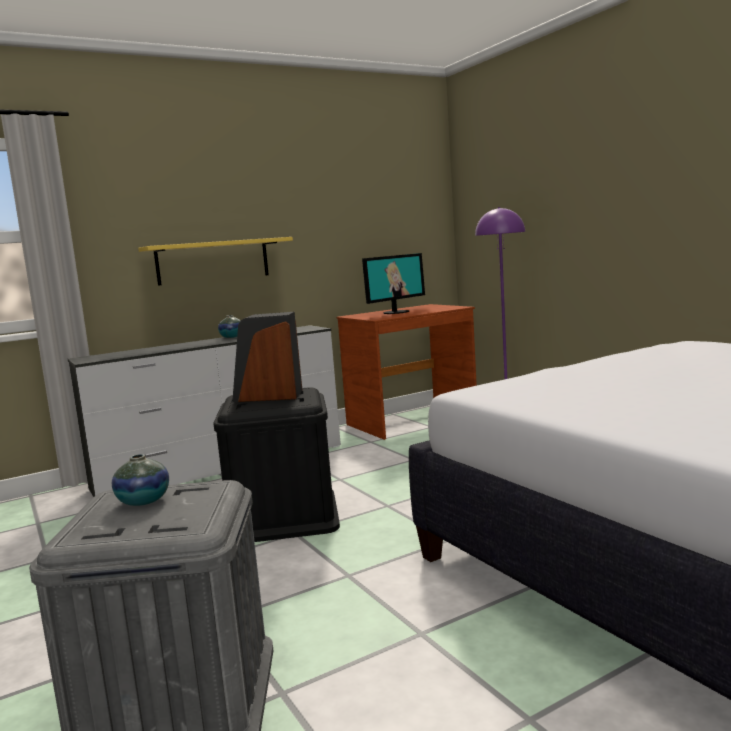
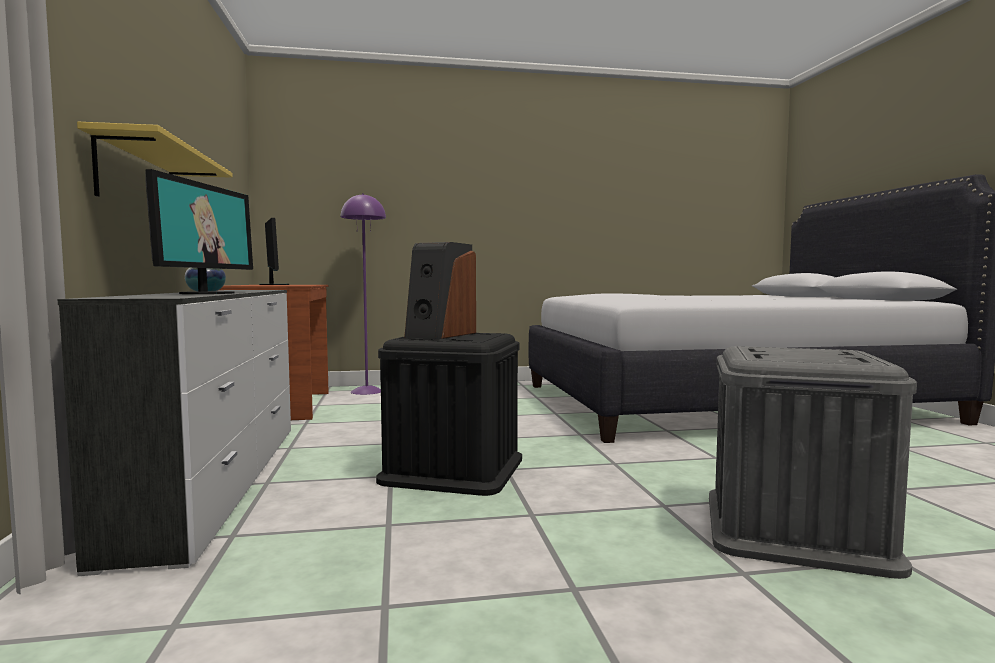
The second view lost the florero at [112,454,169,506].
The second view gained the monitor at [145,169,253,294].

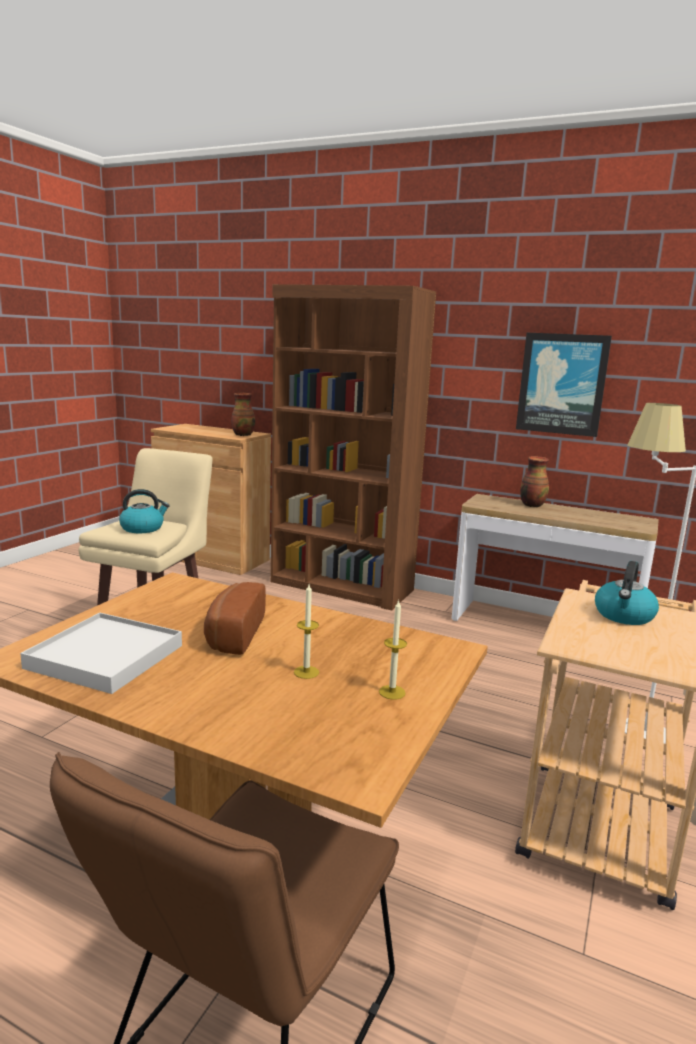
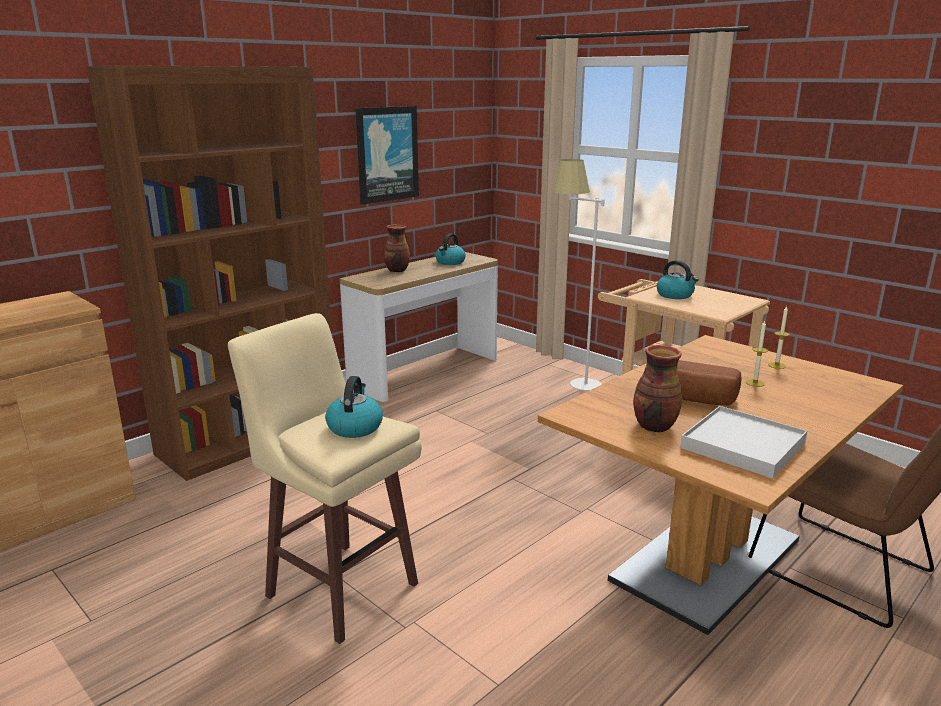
The florero ended up elsewhere, having gone from [231,393,255,436] to [633,345,682,432].
The second view gained the hervidor at [435,233,466,265].

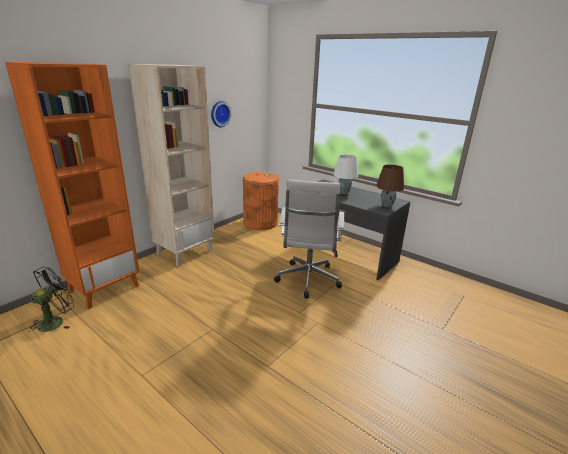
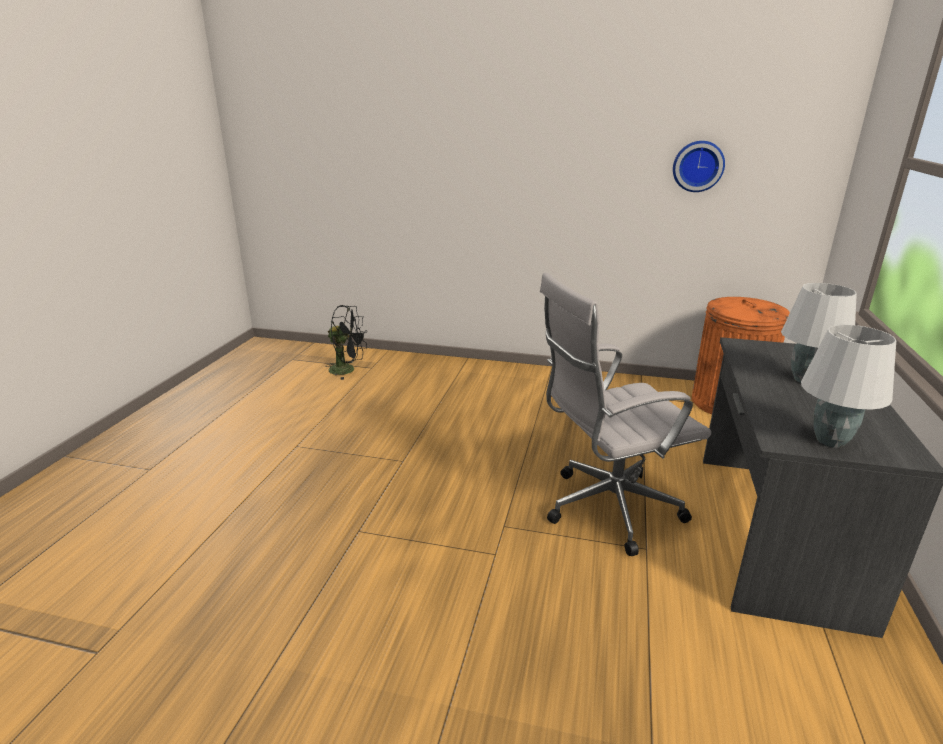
The second view lost the estantería/naranja at [5,62,139,309].
The second view lost the estantería/beis at [128,64,215,266].
What was the lámpara de mesa/marrón at [376,165,404,207] turned into the lámpara de mesa/blanco at [801,325,896,448].

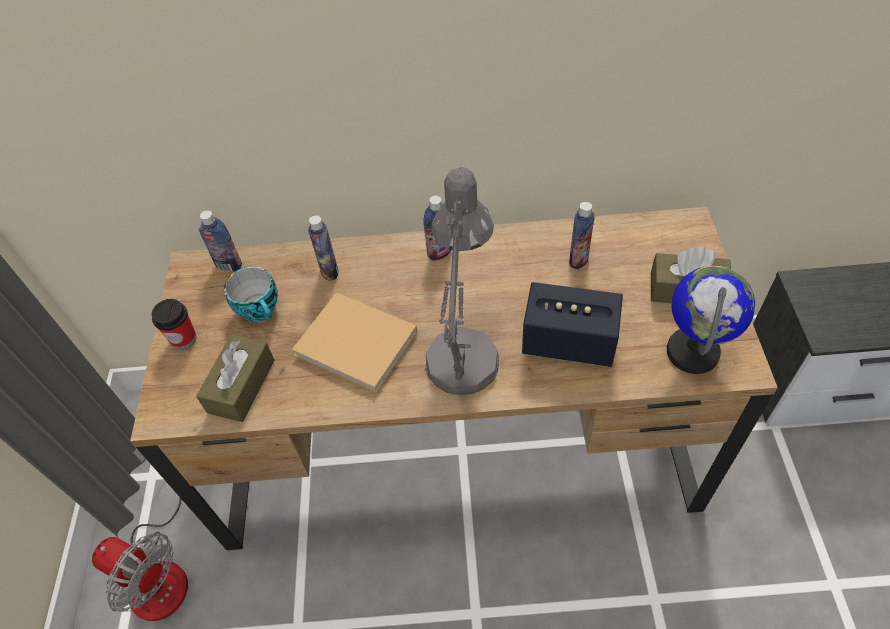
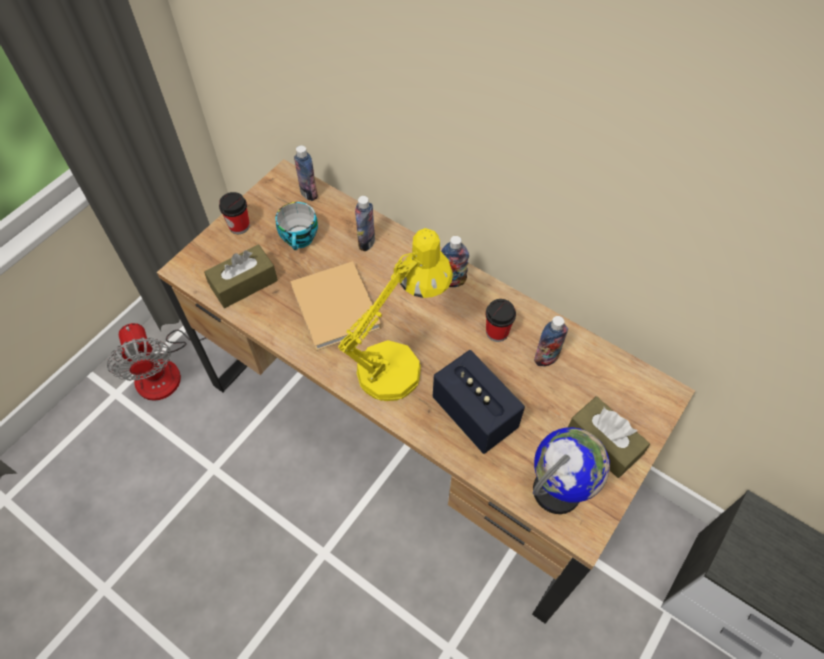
What was the lámpara de mesa/gris at [425,167,499,395] turned into the lámpara de mesa/amarillo at [338,228,453,401].
The second view gained the taza at [485,299,516,342].

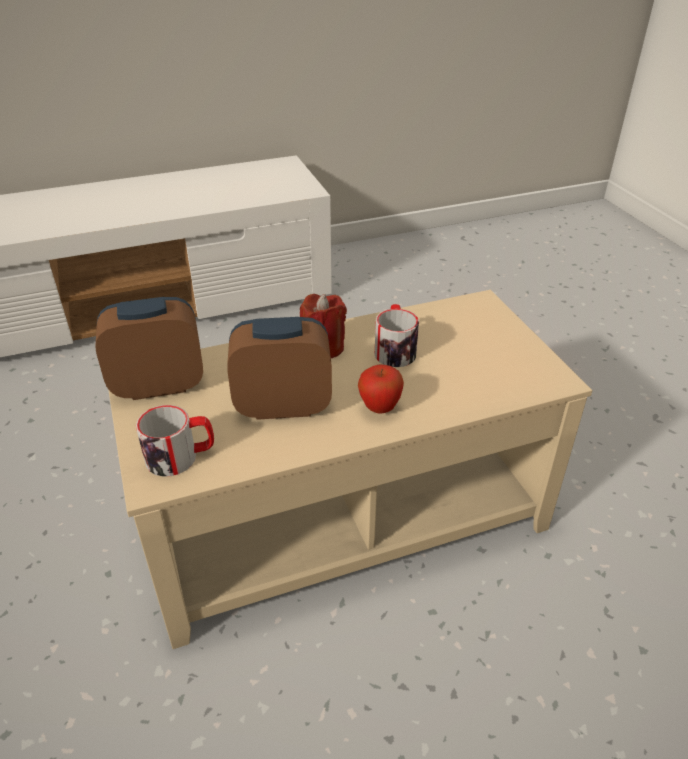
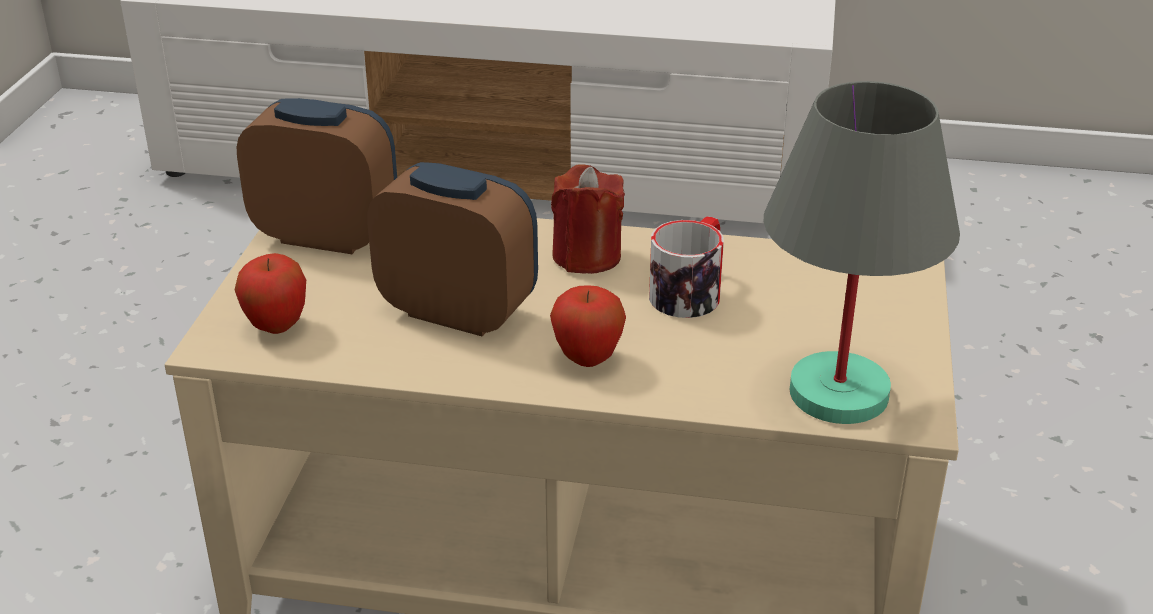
Where the taza grande stood at [136,405,214,477], the manzana came to stand at [235,253,306,334].
The second view gained the lámpara de mesa/gris at [764,81,960,424].

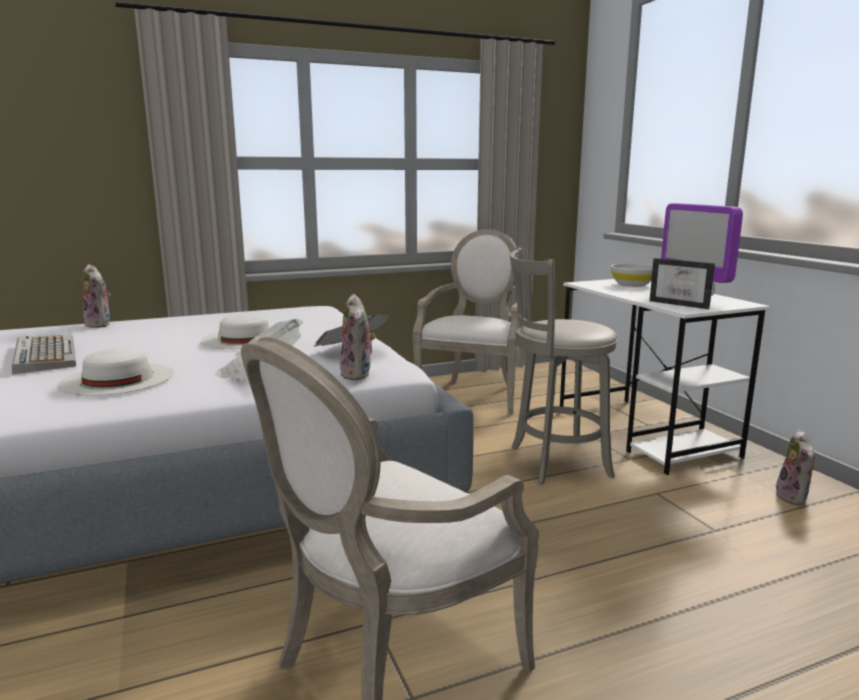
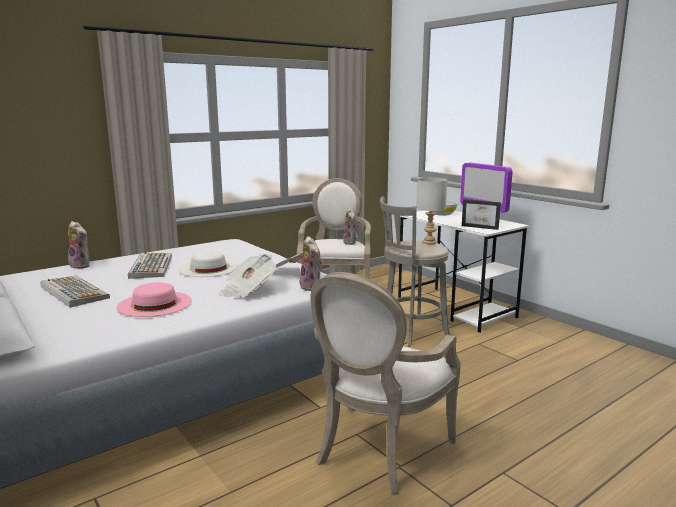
What was the sombrero/blanco at [58,348,174,396] turned into the sombrero/rosa at [117,282,192,317].
The peluche ended up elsewhere, having gone from [776,429,816,505] to [343,208,359,245].
The second view gained the teclado at [128,253,172,279].
The second view gained the lámpara de mesa/gris at [416,178,447,244].

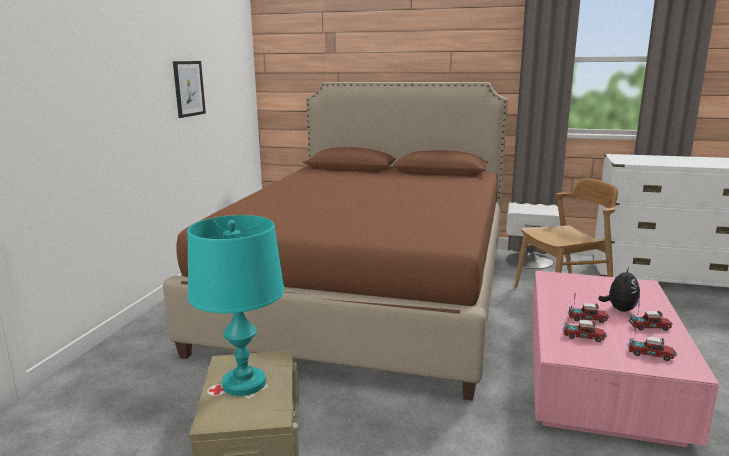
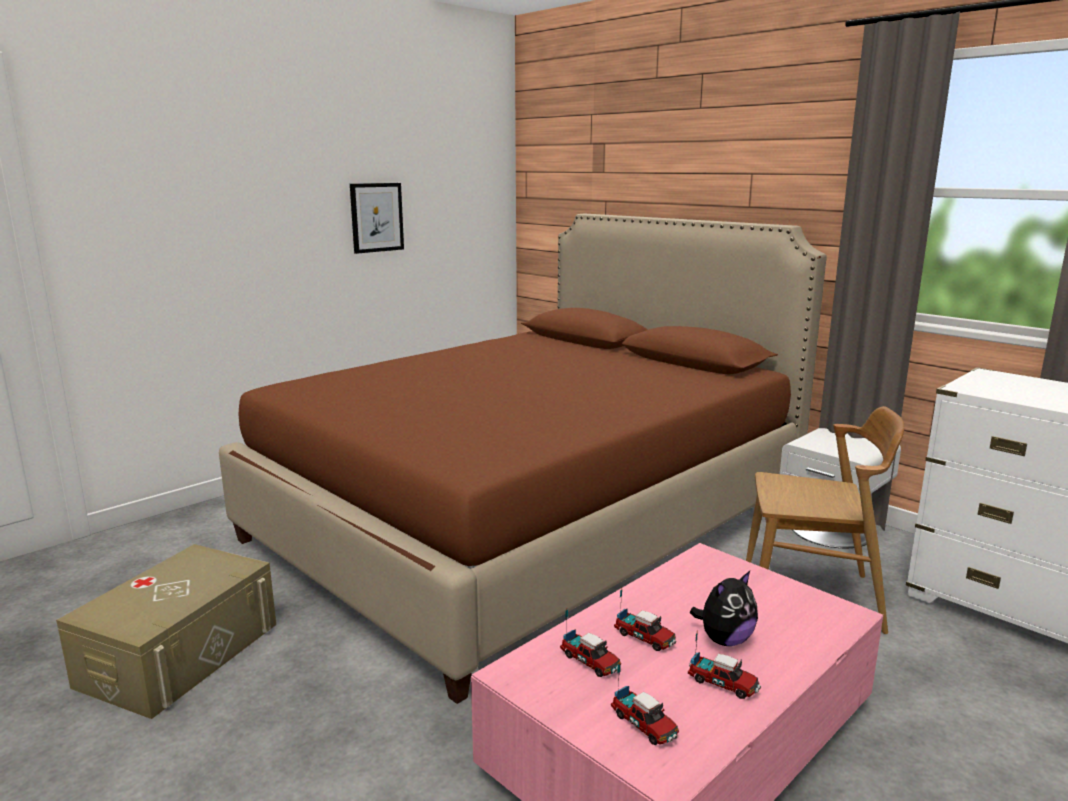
The second view lost the lámpara de mesa/turquesa at [187,215,284,396].

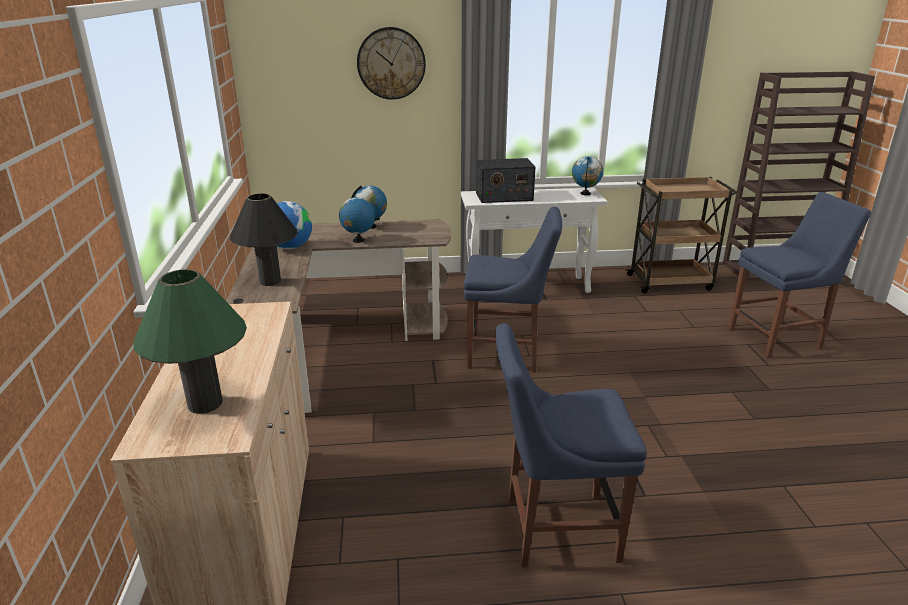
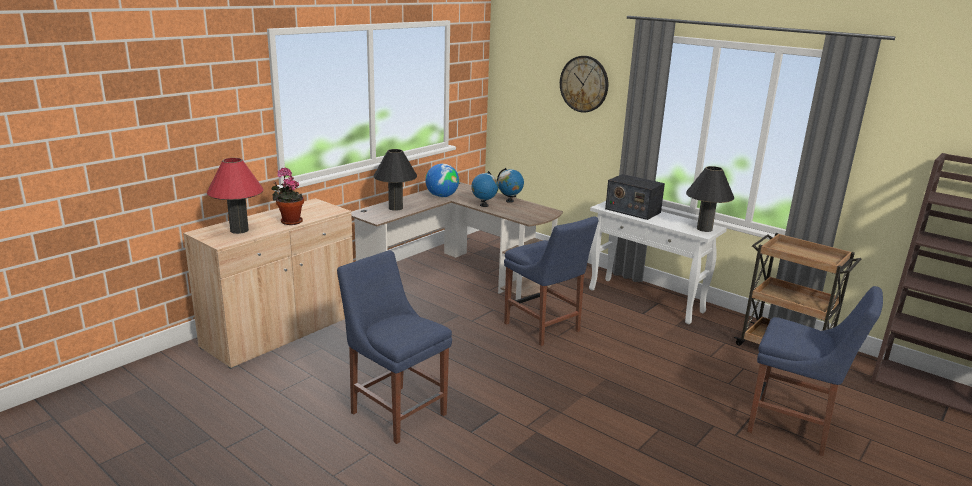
What was the lámpara de mesa/verde at [133,269,247,414] turned into the lámpara de mesa/rojo at [207,158,263,234].
Where the globo terráqueo stood at [572,156,603,195], the lámpara de mesa/negro came to stand at [686,166,734,232].
The second view gained the planta en maceta at [271,167,304,225].

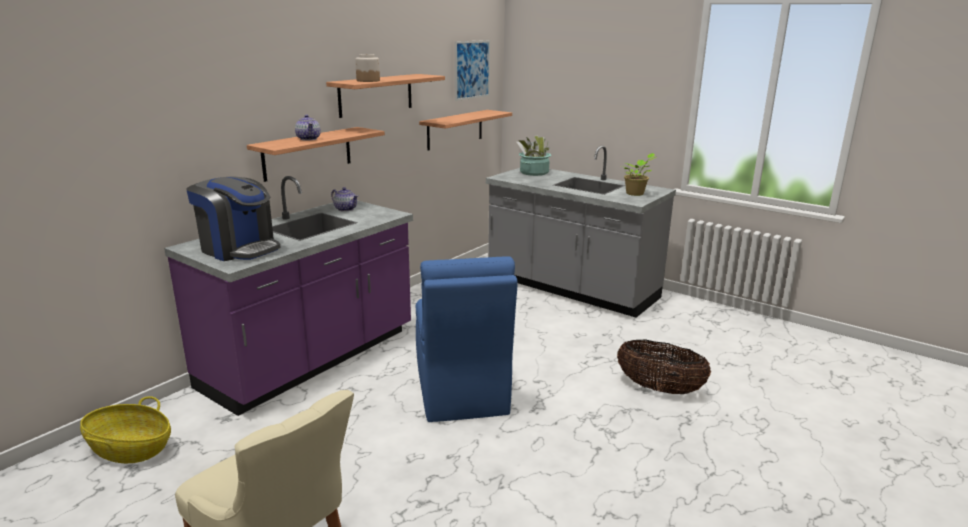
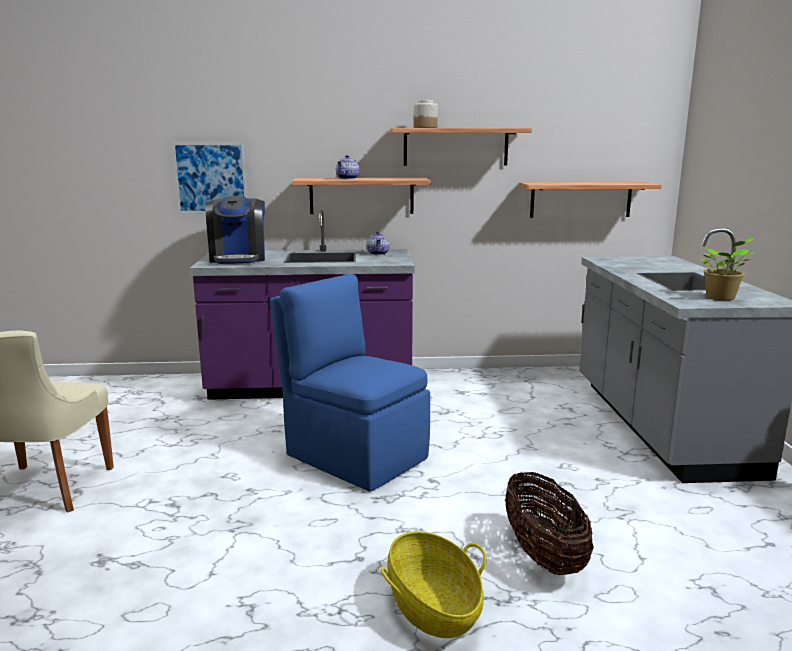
The cesta ended up elsewhere, having gone from [80,396,171,463] to [381,531,487,638].
The silla/azul at [416,256,518,422] ended up facing another way, 90 degrees clockwise from before.
The cuadro ended up elsewhere, having gone from [455,40,490,101] to [172,143,247,214].
The second view lost the planta en maceta at [516,135,551,176].

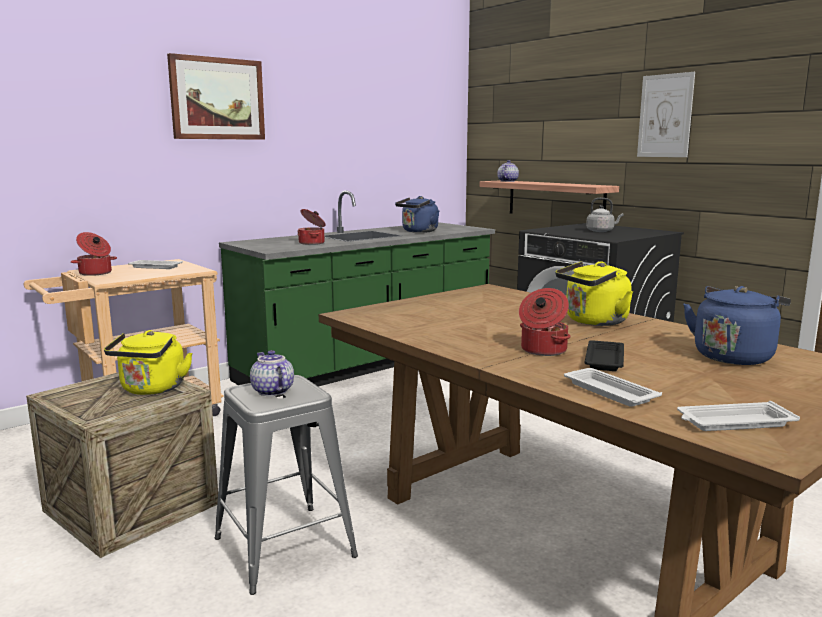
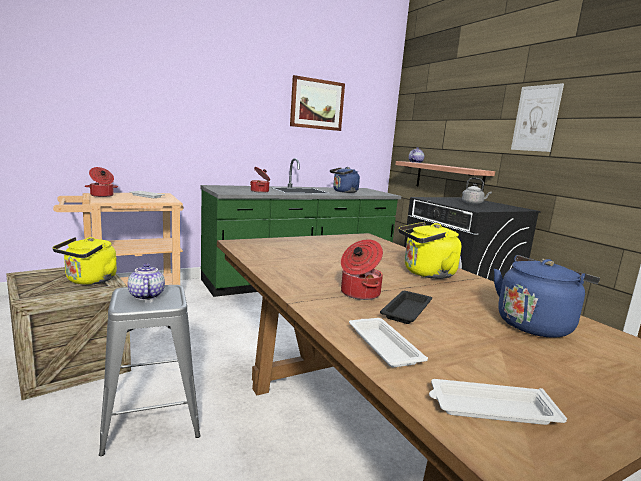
The cuadro ended up elsewhere, having gone from [167,53,265,140] to [290,75,345,131].

